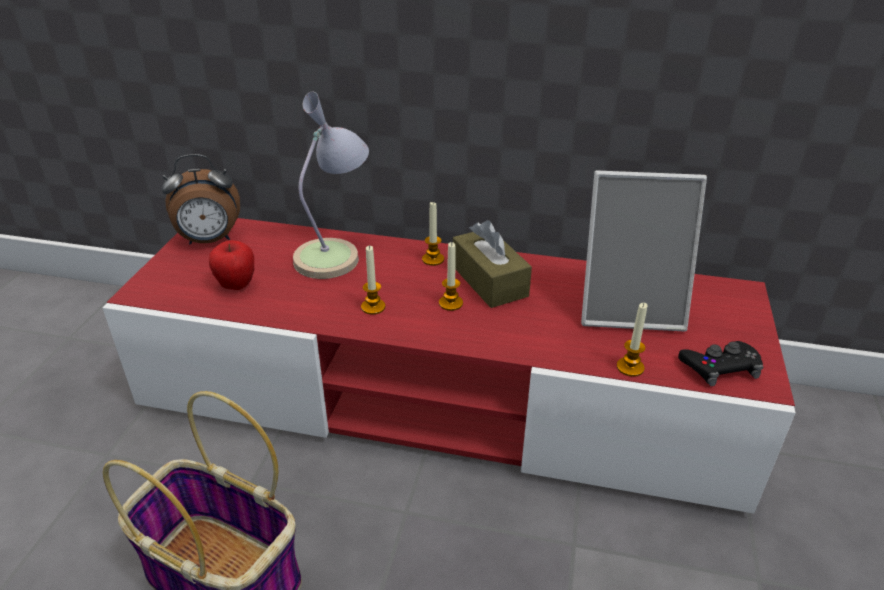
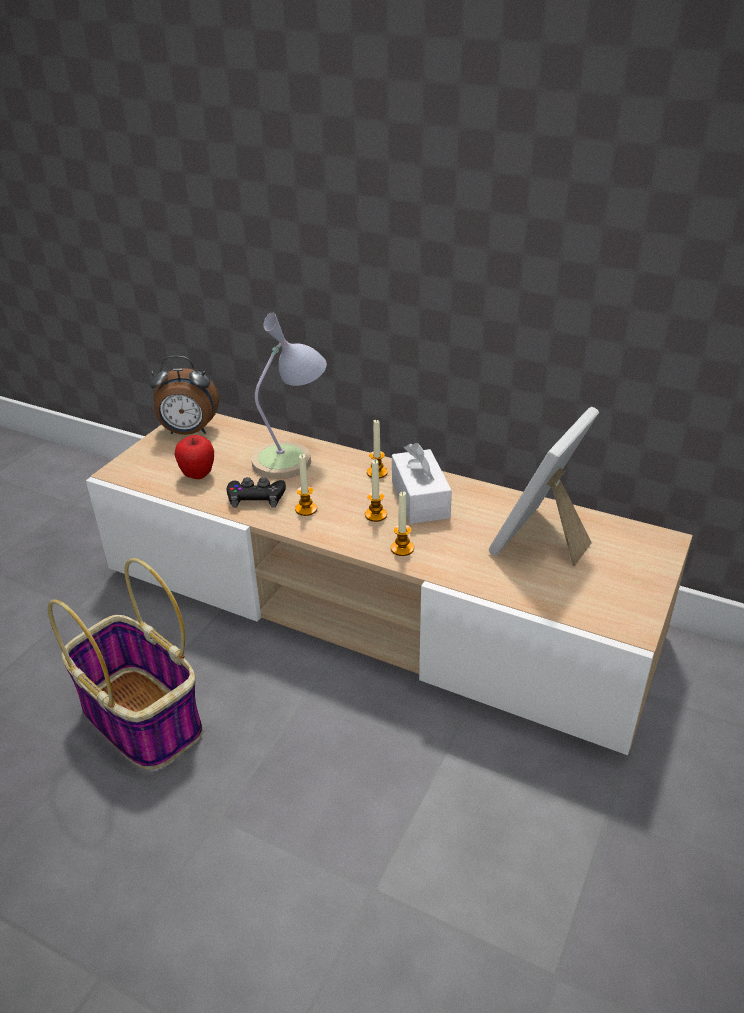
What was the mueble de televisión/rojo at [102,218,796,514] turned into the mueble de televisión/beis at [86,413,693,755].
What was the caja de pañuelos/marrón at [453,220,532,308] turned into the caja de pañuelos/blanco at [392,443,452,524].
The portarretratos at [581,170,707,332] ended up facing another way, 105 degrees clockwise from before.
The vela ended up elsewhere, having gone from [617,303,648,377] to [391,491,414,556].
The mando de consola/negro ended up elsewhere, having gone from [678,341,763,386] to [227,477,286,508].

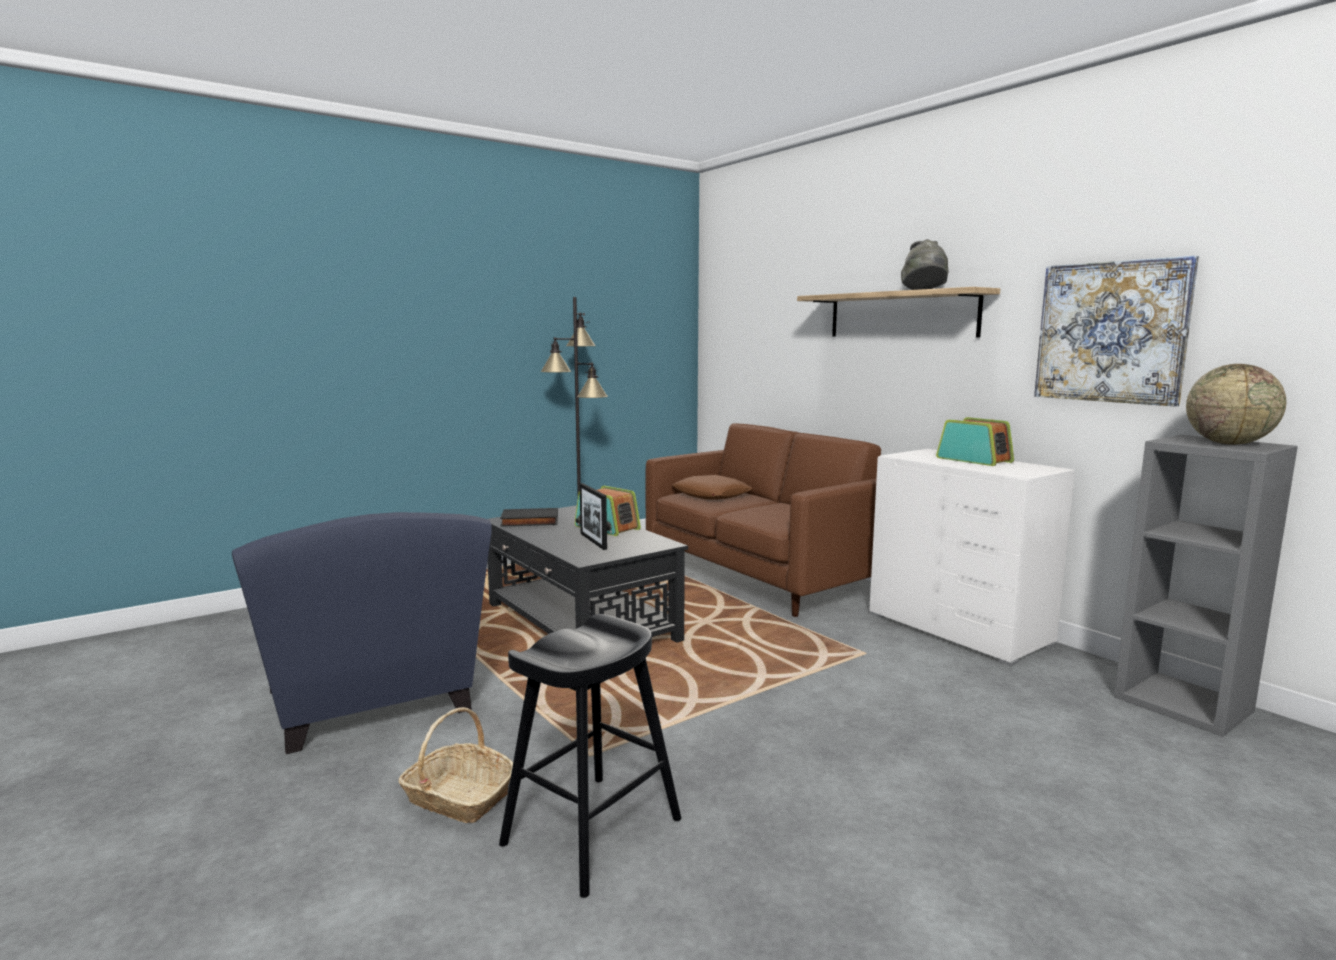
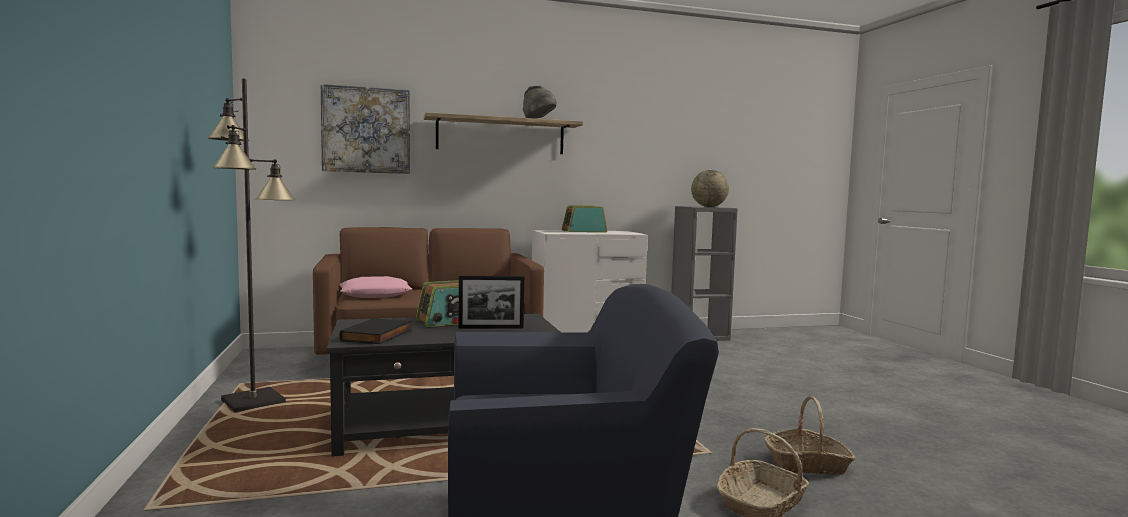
Where the taburete/negro stood at [499,614,681,898], the cesta came to stand at [764,396,856,475].
What was the cojín/marrón at [672,475,753,500] turned into the cojín/rosa at [340,276,412,298].
The cuadro ended up elsewhere, having gone from [1034,256,1199,407] to [321,84,410,174].

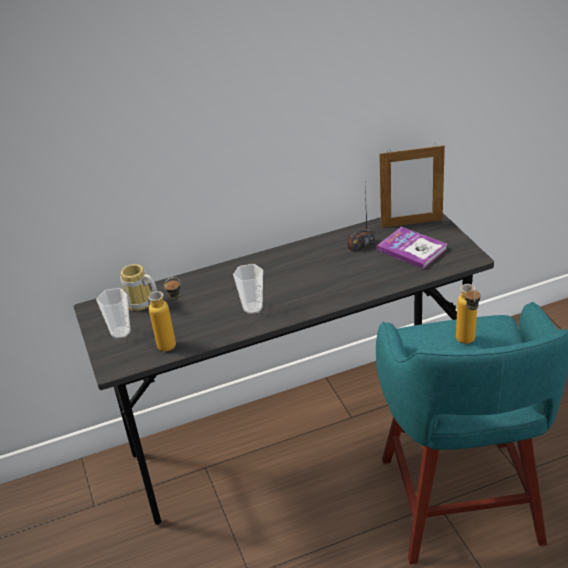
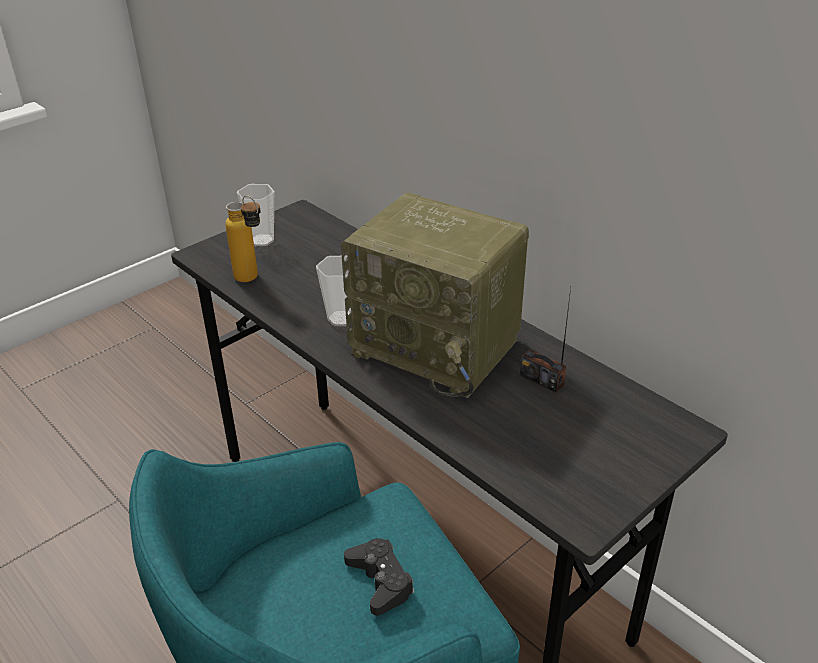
The second view lost the taza grande at [120,264,157,311].
The second view lost the libro at [377,227,447,269].
The second view lost the portarretratos at [379,144,445,228].
Where the botella stood at [456,284,480,344], the mando de consola/negro came to stand at [344,538,414,616].
The second view gained the radio at [341,193,529,398].

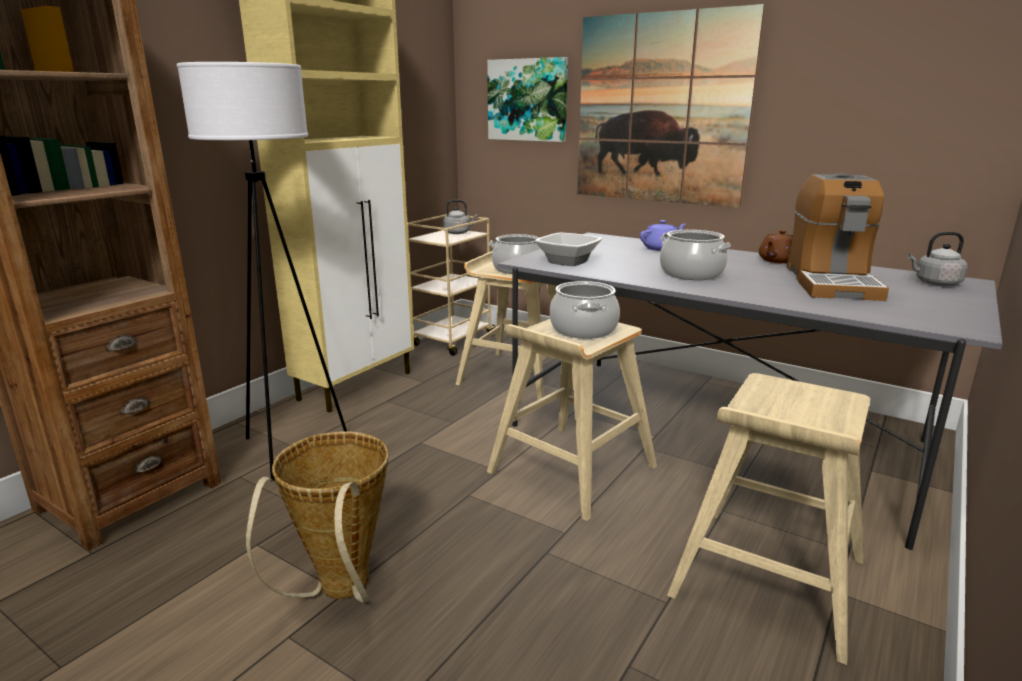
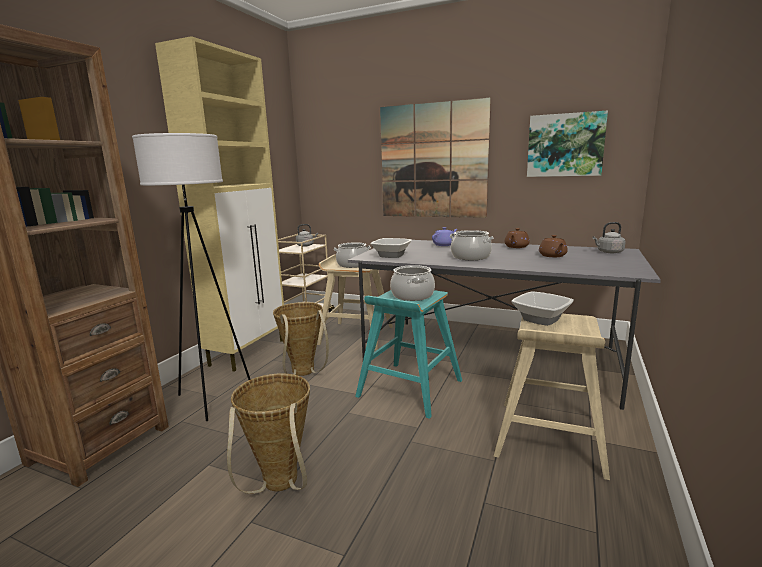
The cuadro ended up elsewhere, having gone from [487,57,568,142] to [527,111,608,177].
What was the taburete/beis at [487,319,657,521] turned into the taburete/turquesa at [355,290,462,419].
Where the cafetera stood at [787,173,889,301], the tetera/marrón came to stand at [539,235,568,257].
The second view gained the cesta at [273,302,329,376].
The second view gained the cuenco at [511,291,574,326].

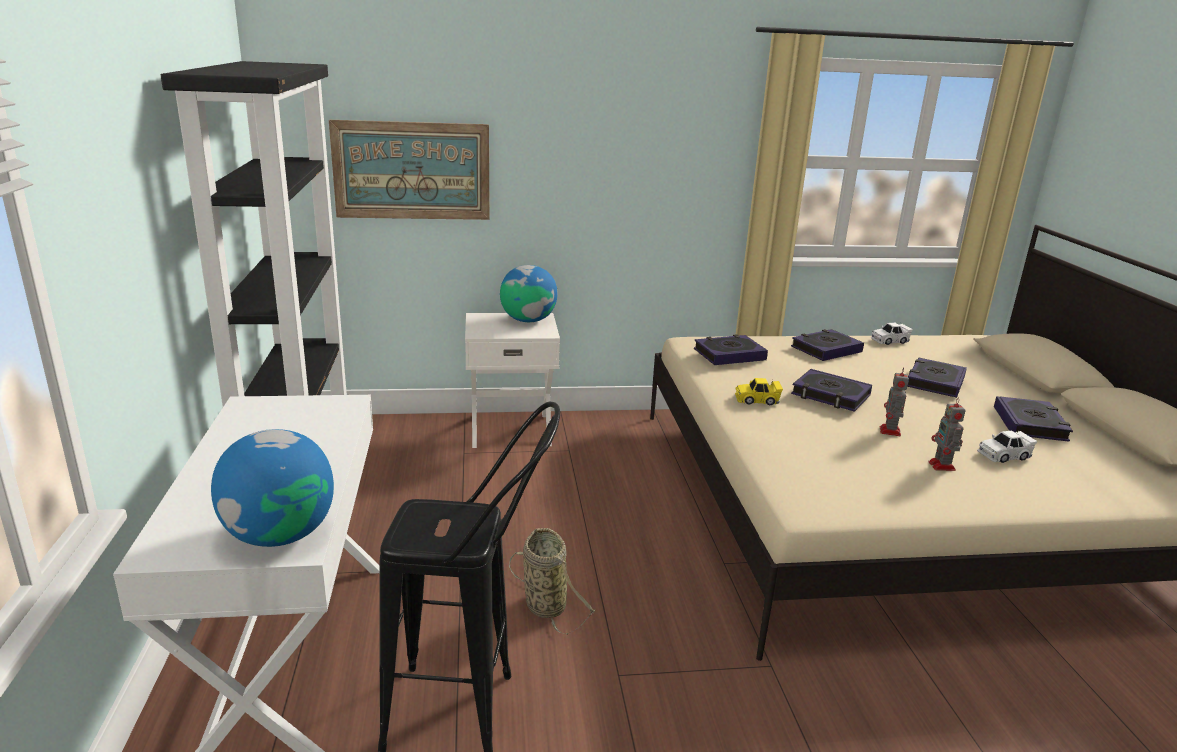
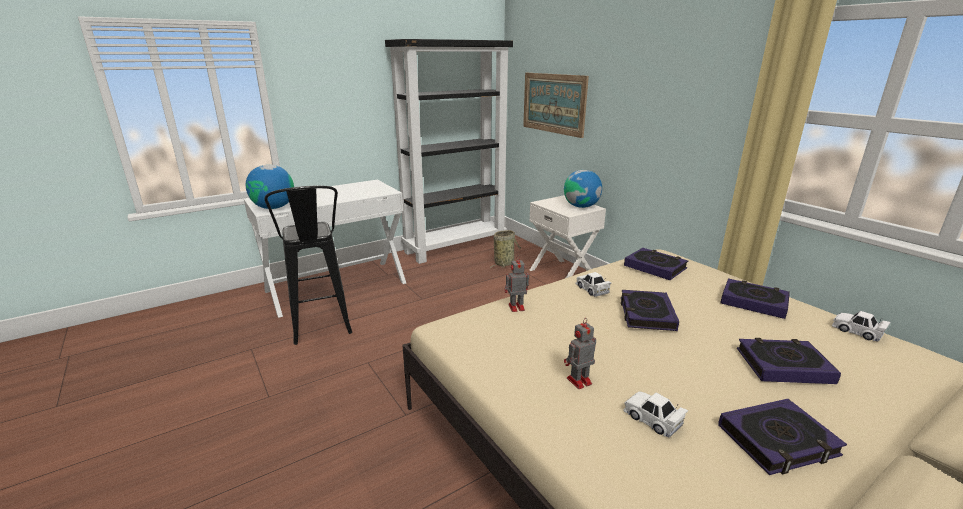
The cesta ended up elsewhere, having gone from [509,528,595,634] to [490,230,521,269].
What was the coche de juguete/amarillo at [735,378,783,405] turned into the coche de juguete/blanco at [576,272,612,297].
The robot de juguete ended up elsewhere, having gone from [880,367,909,436] to [505,255,529,312].

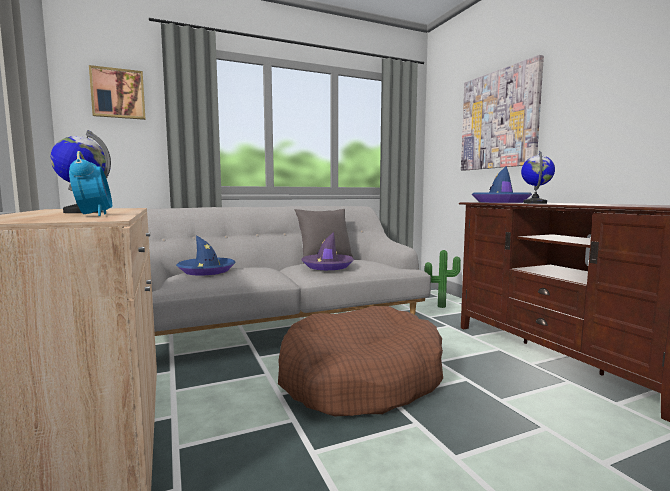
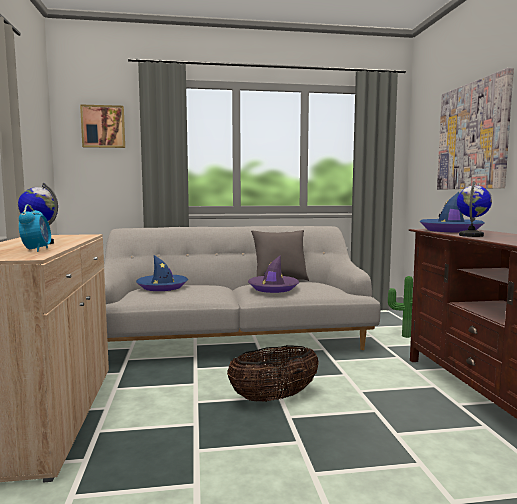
Where the cama para perro/marrón stood at [278,306,443,416], the cesta came to stand at [227,345,318,402].

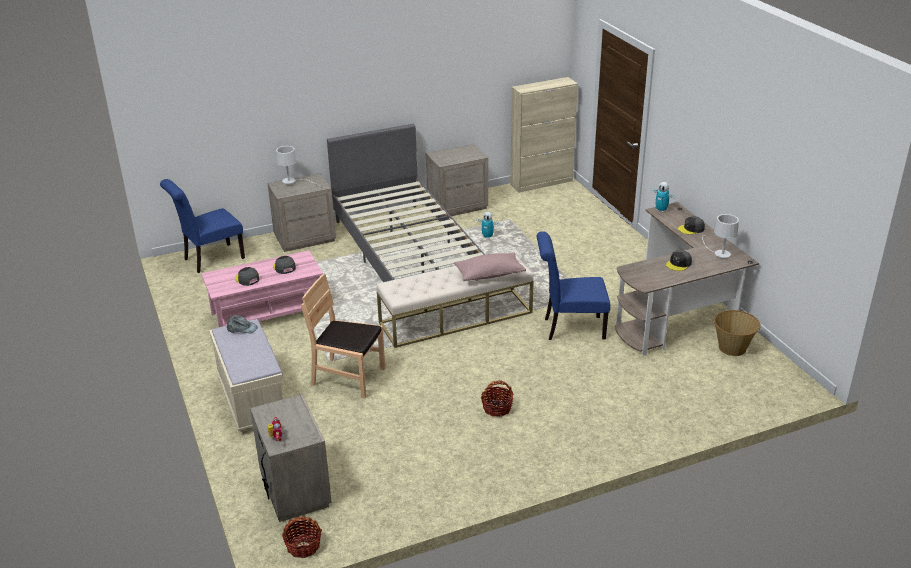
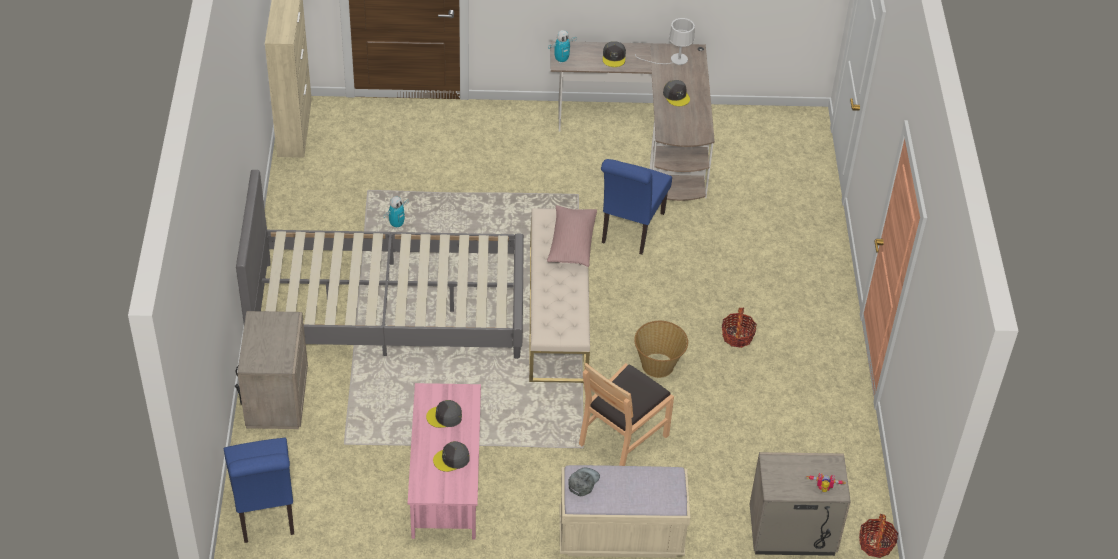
The second view lost the lámpara de mesa/blanco at [276,146,321,187].
The second view lost the mesita de noche/beis at [426,144,488,216].
The cesta ended up elsewhere, having gone from [714,310,761,356] to [634,321,688,378].

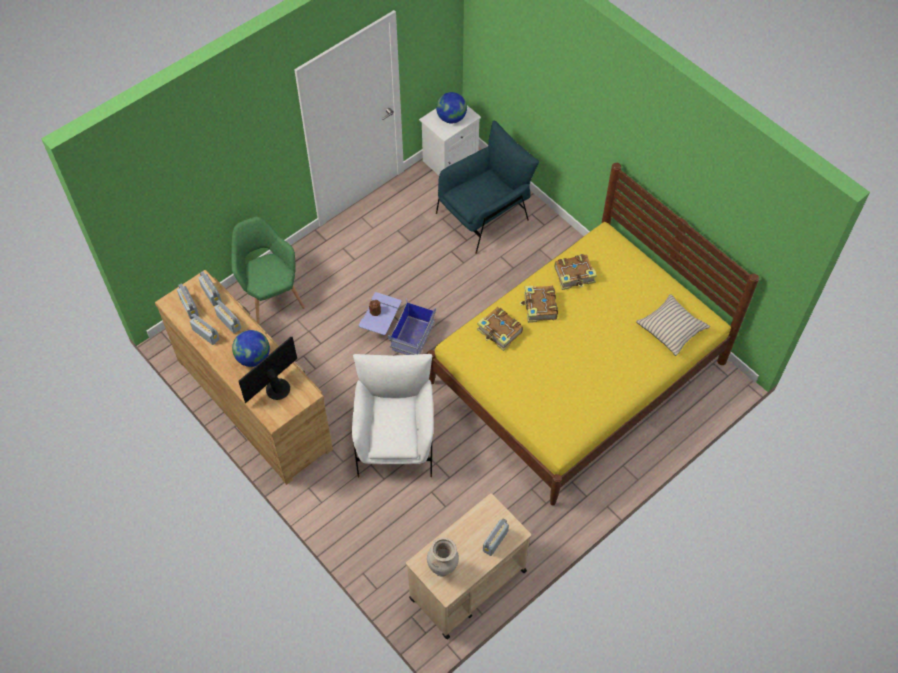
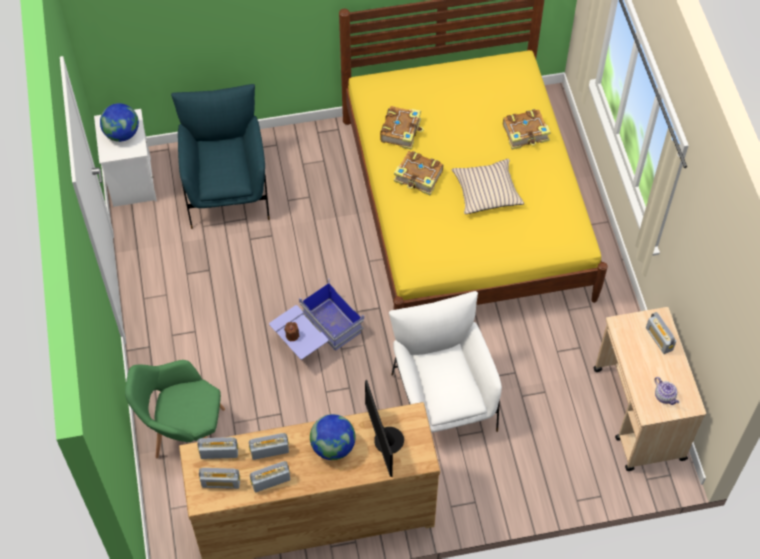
The sillón/blanco at [352,354,433,478] ended up facing another way, 45 degrees clockwise from before.
Where the florero/beis stood at [427,537,459,577], the tetera came to stand at [655,377,679,405].
The libro ended up elsewhere, having gone from [477,307,523,351] to [503,109,551,150].
The cojín/beis ended up elsewhere, having gone from [636,294,710,356] to [452,159,524,214].

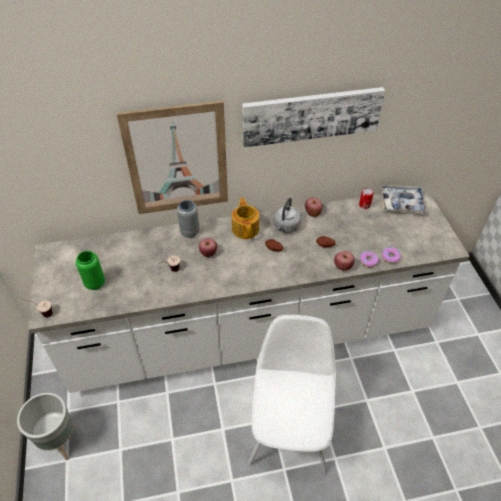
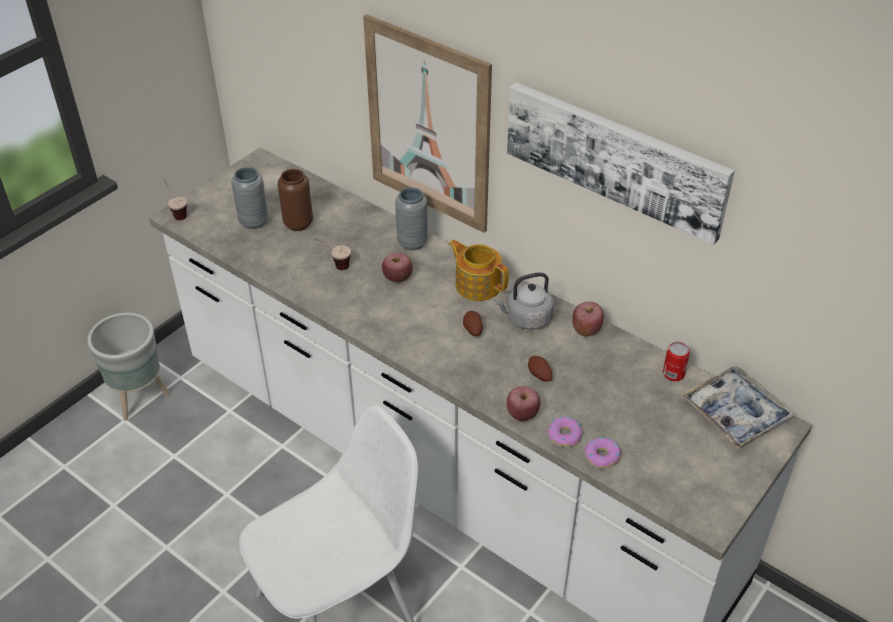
What was the florero/verde at [76,251,105,290] turned into the florero/gris at [231,167,268,229].
The tetera at [232,198,259,239] ended up facing another way, 90 degrees counterclockwise from before.
The second view gained the florero/marrón at [278,169,313,231].

